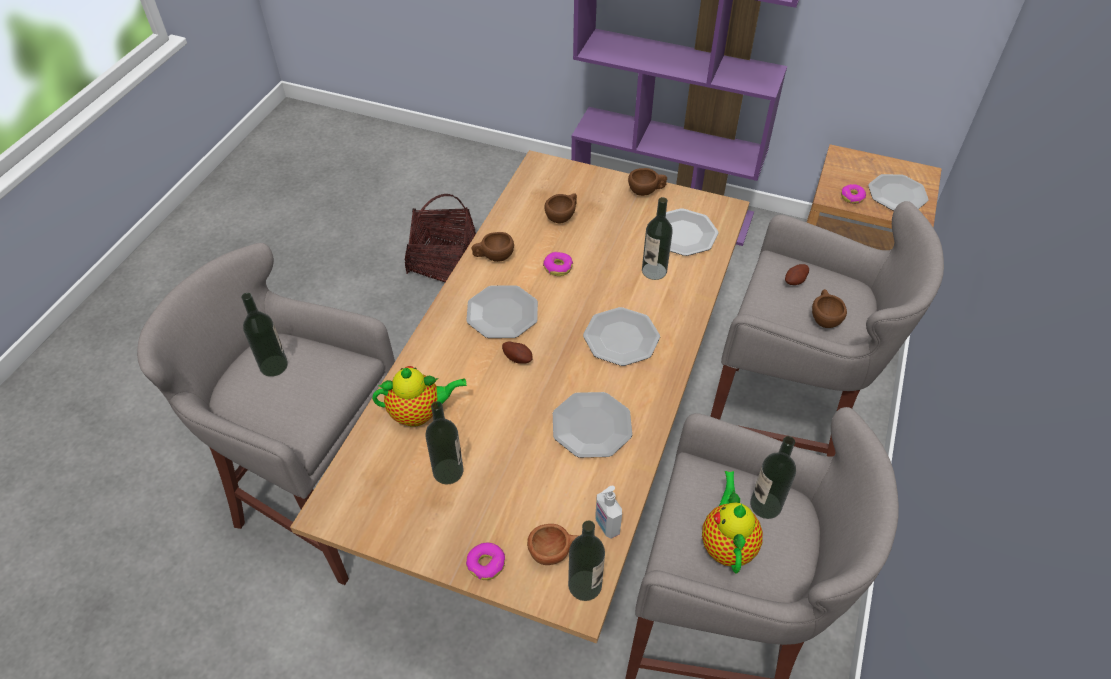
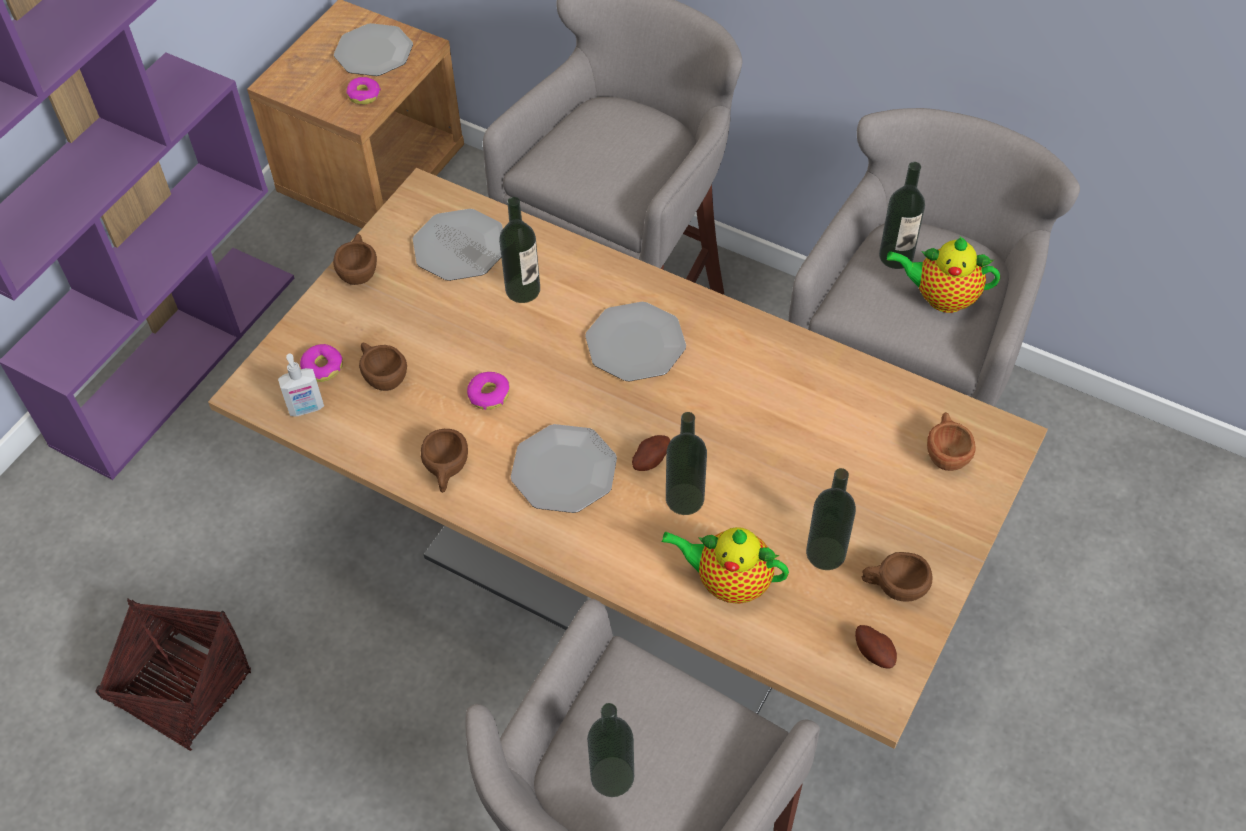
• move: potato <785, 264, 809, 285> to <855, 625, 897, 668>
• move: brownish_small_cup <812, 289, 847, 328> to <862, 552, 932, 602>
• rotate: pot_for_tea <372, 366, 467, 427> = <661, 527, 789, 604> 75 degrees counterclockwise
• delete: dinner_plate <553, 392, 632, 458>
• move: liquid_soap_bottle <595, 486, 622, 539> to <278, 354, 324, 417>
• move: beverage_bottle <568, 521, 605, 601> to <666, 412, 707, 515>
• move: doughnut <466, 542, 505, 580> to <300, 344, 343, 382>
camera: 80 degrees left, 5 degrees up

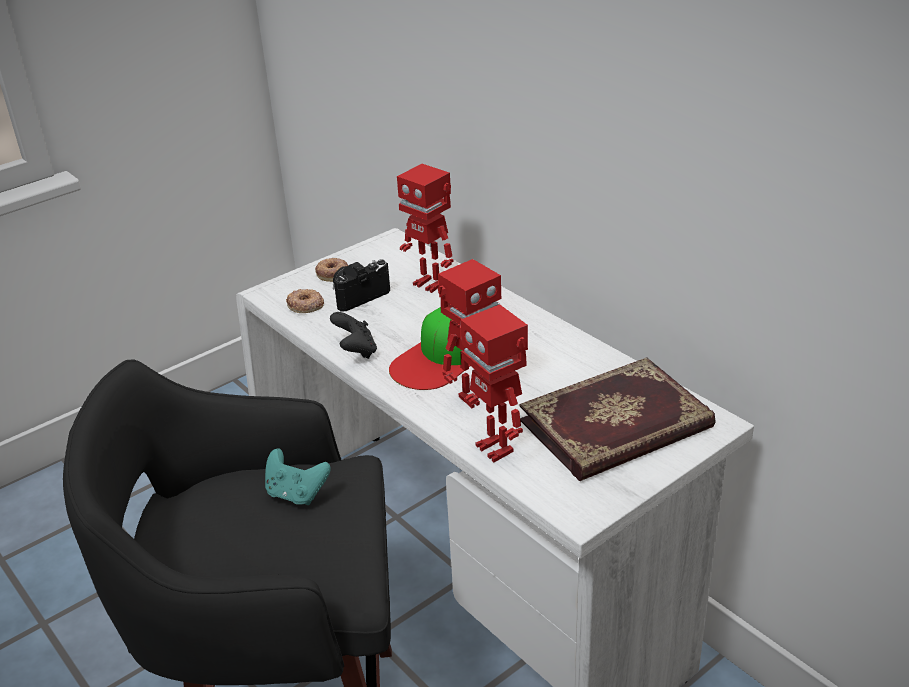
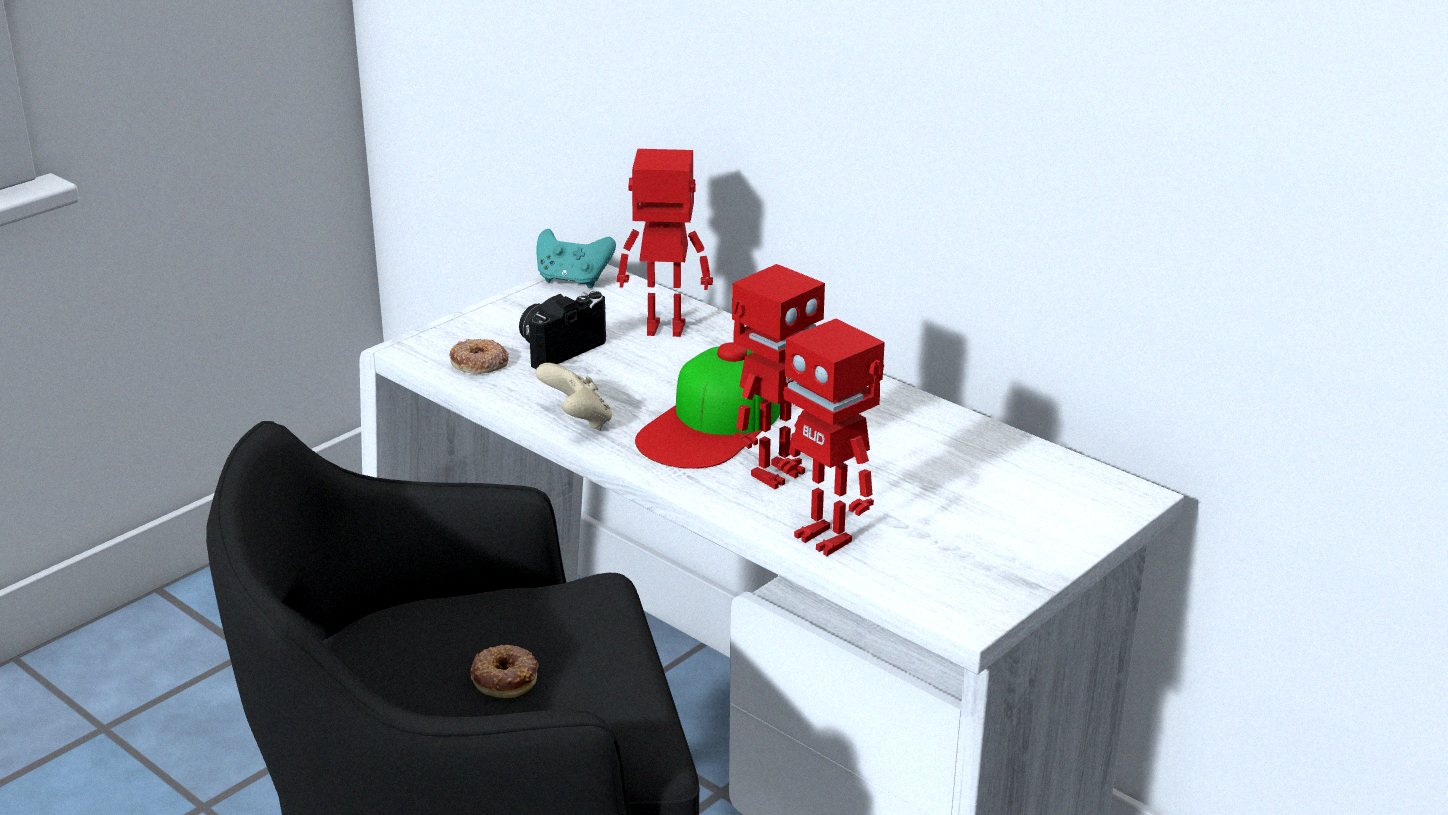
• rotate: robot_figure <397, 164, 453, 293> = <616, 149, 713, 337> 150 degrees clockwise
• move: doughnut <315, 258, 348, 282> to <471, 645, 538, 698>
• recolor: black-coloured_joypad <330, 312, 377, 359> to beige_joypad <536, 363, 612, 431>
• delete: bound_book <519, 357, 716, 481>
• move: turquoise_joypad <265, 448, 331, 505> to <537, 229, 616, 288>
camera: 10 degrees left, 5 degrees down

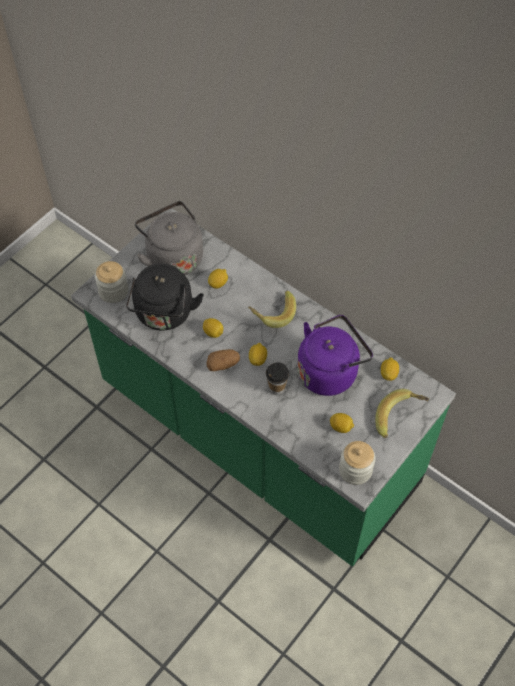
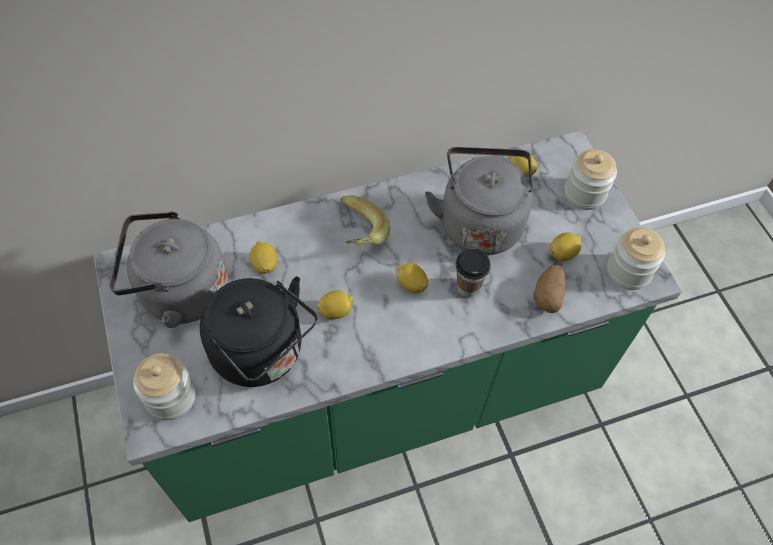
• recolor: purple_tea_kettle <297, 315, 373, 396> to grey_tea_kettle <425, 147, 533, 255>
• move: potato <206, 349, 240, 371> to <533, 265, 565, 313>
• replace: banana_fruit <375, 389, 429, 438> to storage_jar <565, 149, 617, 210>
camera: 60 degrees left, 0 degrees up

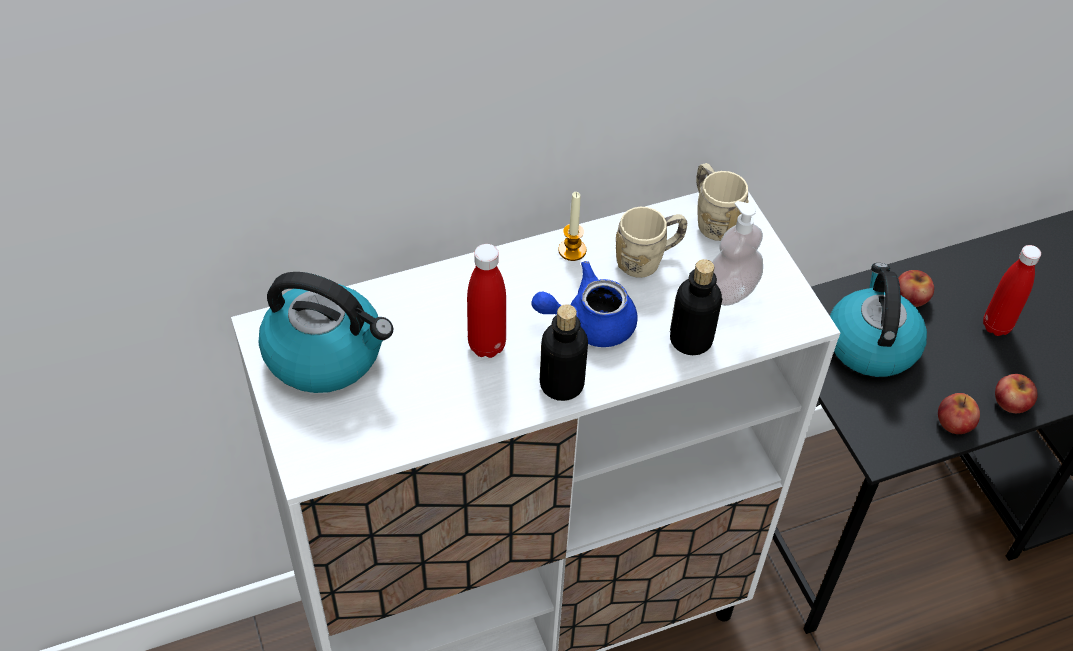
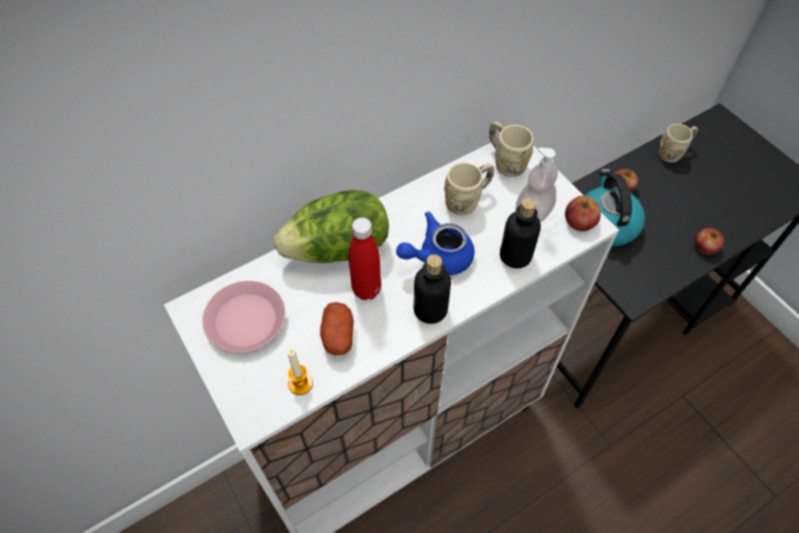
• move: wax_light <558, 192, 586, 261> to <287, 349, 313, 395>
• delete: red-coloured_beverage_bottle <983, 245, 1041, 336>
• replace: tea_kettle <259, 272, 393, 393> to pink_dinner_plate <202, 281, 285, 353>
• move: apple <938, 393, 980, 434> to <565, 196, 601, 231>
• insert: beige_mug <659, 124, 699, 163>
• insert: lettuce <274, 190, 389, 263>
• insert: potato <320, 302, 354, 355>
camera: 10 degrees left, 5 degrees up

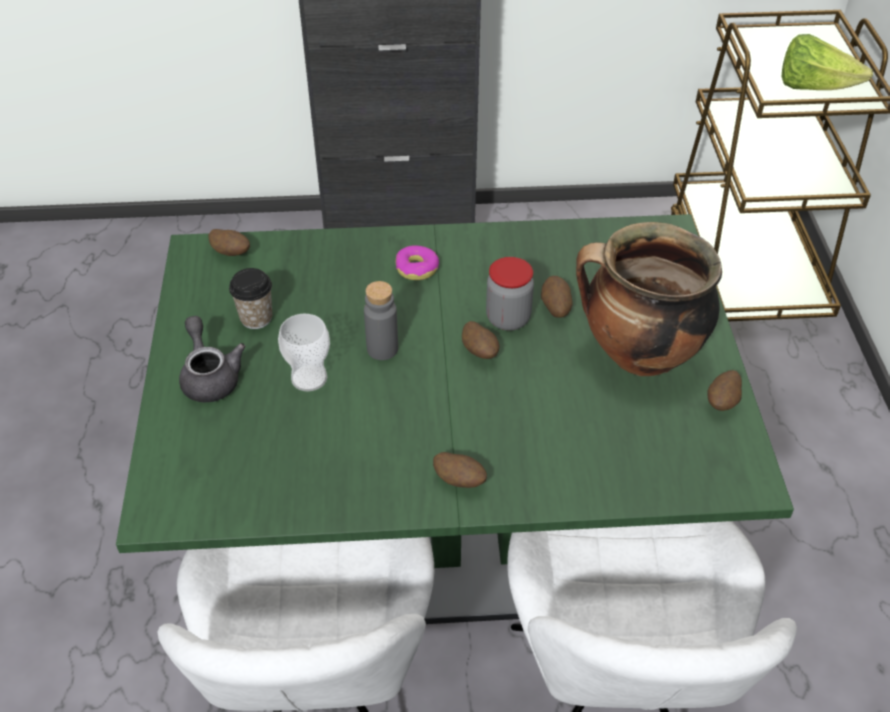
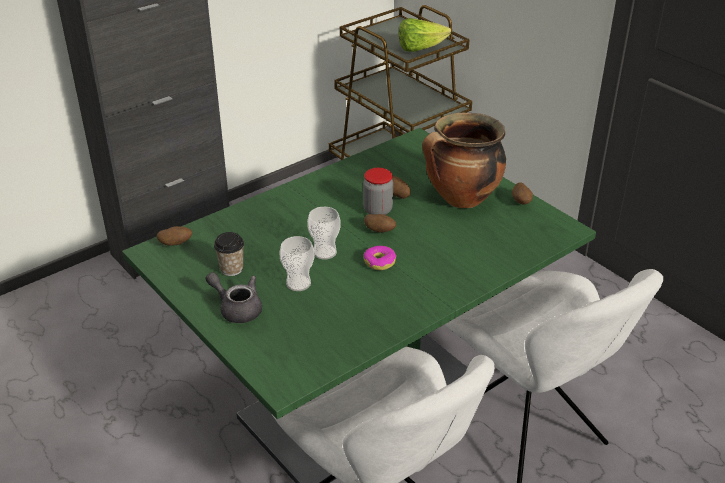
• move: doughnut <396, 245, 439, 280> to <363, 246, 396, 270>
• replace: grey_beverage_bottle <364, 281, 398, 360> to small_cup <307, 207, 341, 259>
• delete: potato <433, 452, 487, 488>
camera: 35 degrees left, 10 degrees down

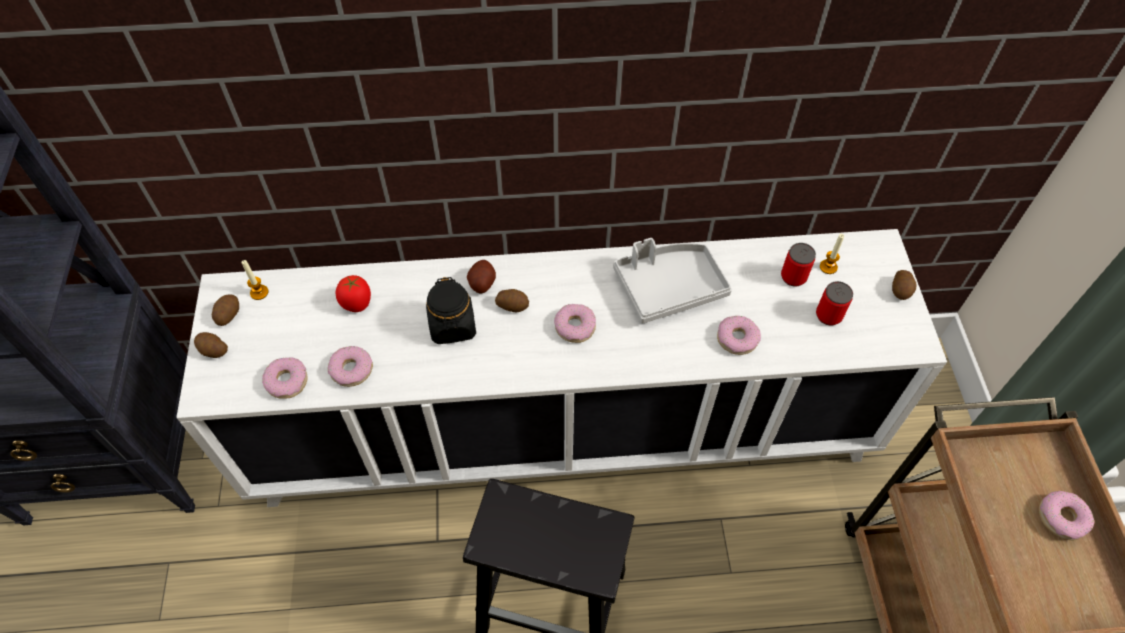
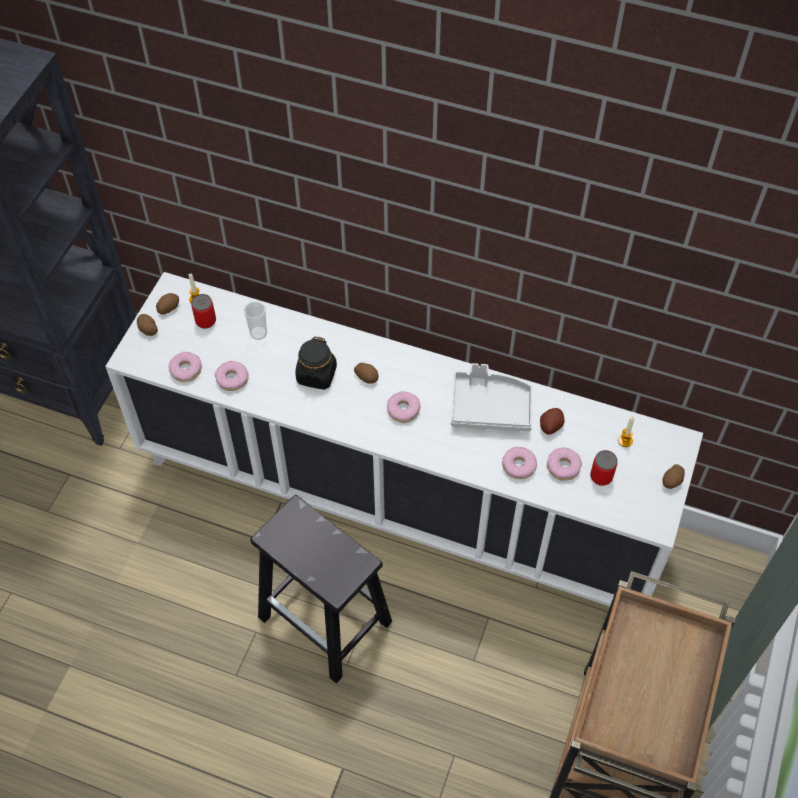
• move: sealed_can <781, 243, 816, 286> to <191, 294, 216, 329>
• move: potato <467, 260, 496, 293> to <540, 408, 565, 435>
• replace: fresh_tomato <336, 275, 371, 312> to small_cup <244, 301, 267, 340>
• move: doughnut <1039, 491, 1094, 540> to <547, 448, 582, 480>
camera: 25 degrees right, 0 degrees up

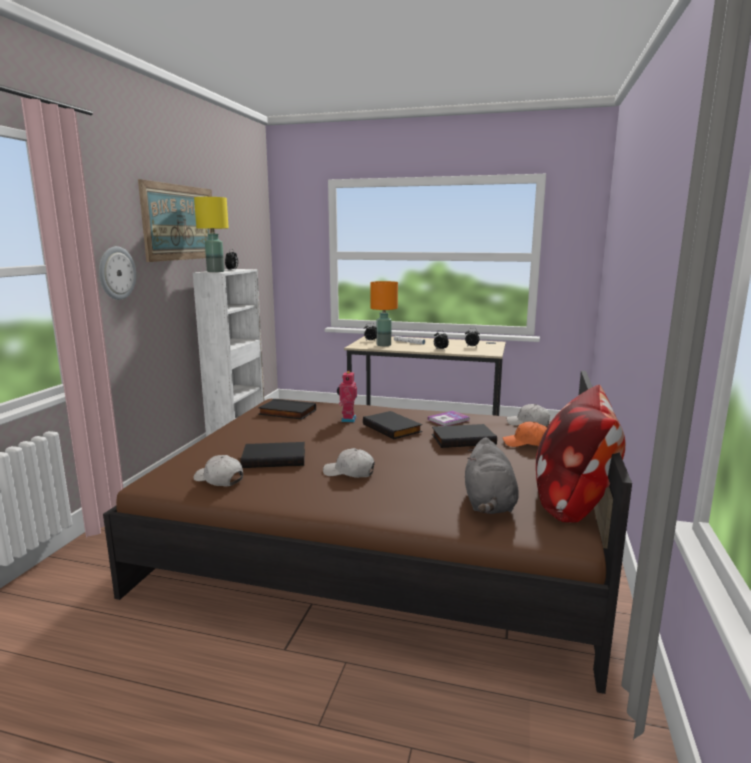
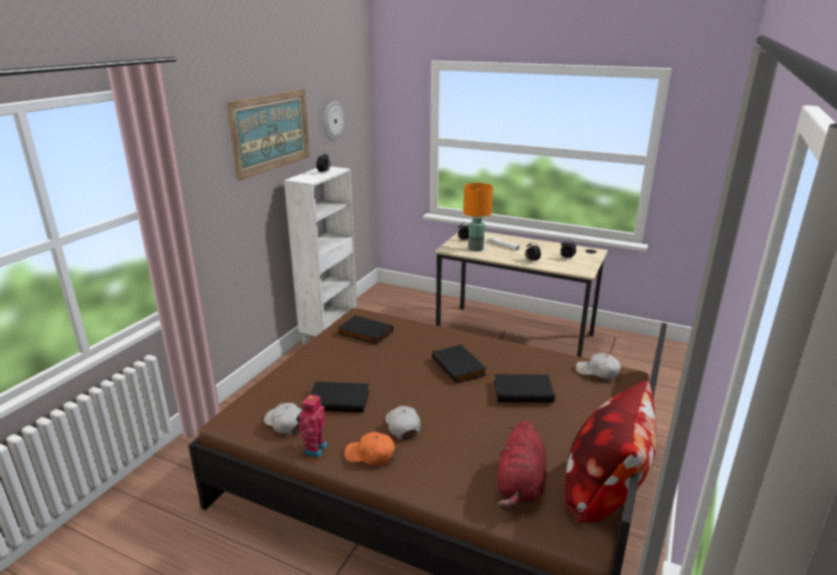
• delete: yellowish_lamp_for_a_table <194, 197, 229, 272>
• move: hanging_clock <99, 246, 136, 300> to <323, 101, 345, 141>
• move: robot_figure <337, 370, 357, 422> to <297, 393, 328, 457>
• delete: bound_book <428, 411, 469, 426>
• move: orangey_cap <503, 421, 547, 447> to <344, 431, 396, 466>
• recolor: grey_cuddly_toy <465, 437, 519, 514> to red-coloured_cuddly_toy <497, 420, 547, 509>
• rotate: white-coloured_cap <323, 448, 375, 478> = <385, 406, 421, 440> 45 degrees clockwise
camera: 10 degrees right, 10 degrees up

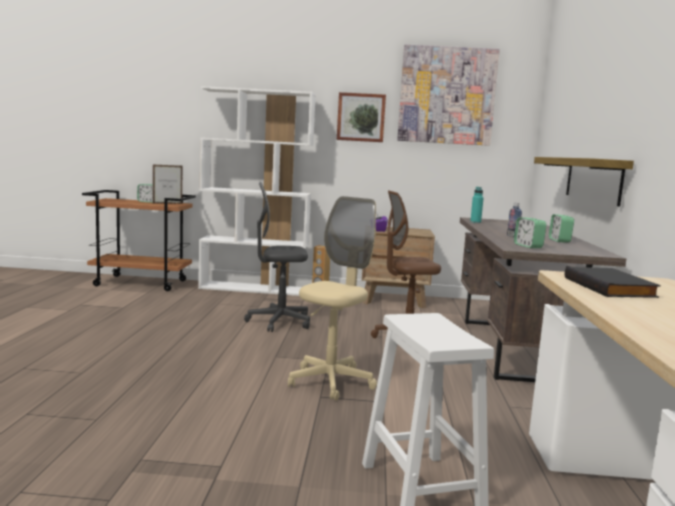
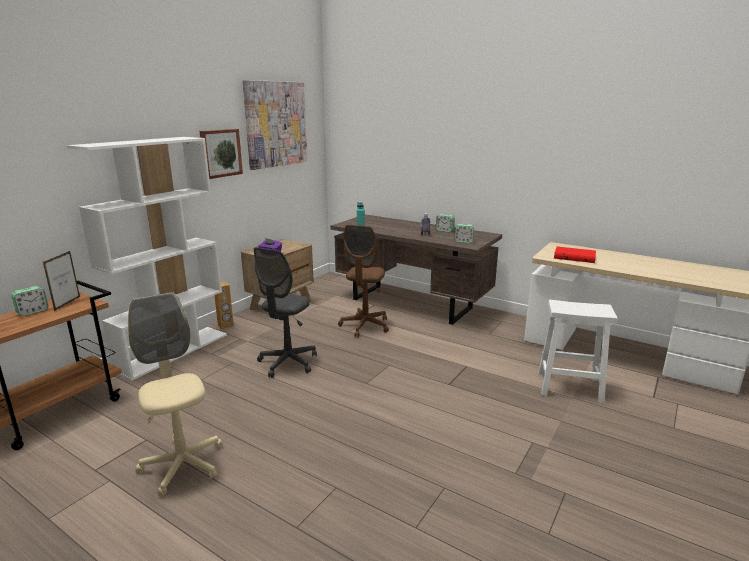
• delete: shelf <534, 157, 634, 207>
• move: beige_computer_chair <288, 196, 377, 401> to <128, 292, 223, 497>
• recolor: black-coloured_bound_book <565, 266, 661, 298> to red-coloured_bound_book <554, 246, 596, 263>
camera: 60 degrees left, 10 degrees up

